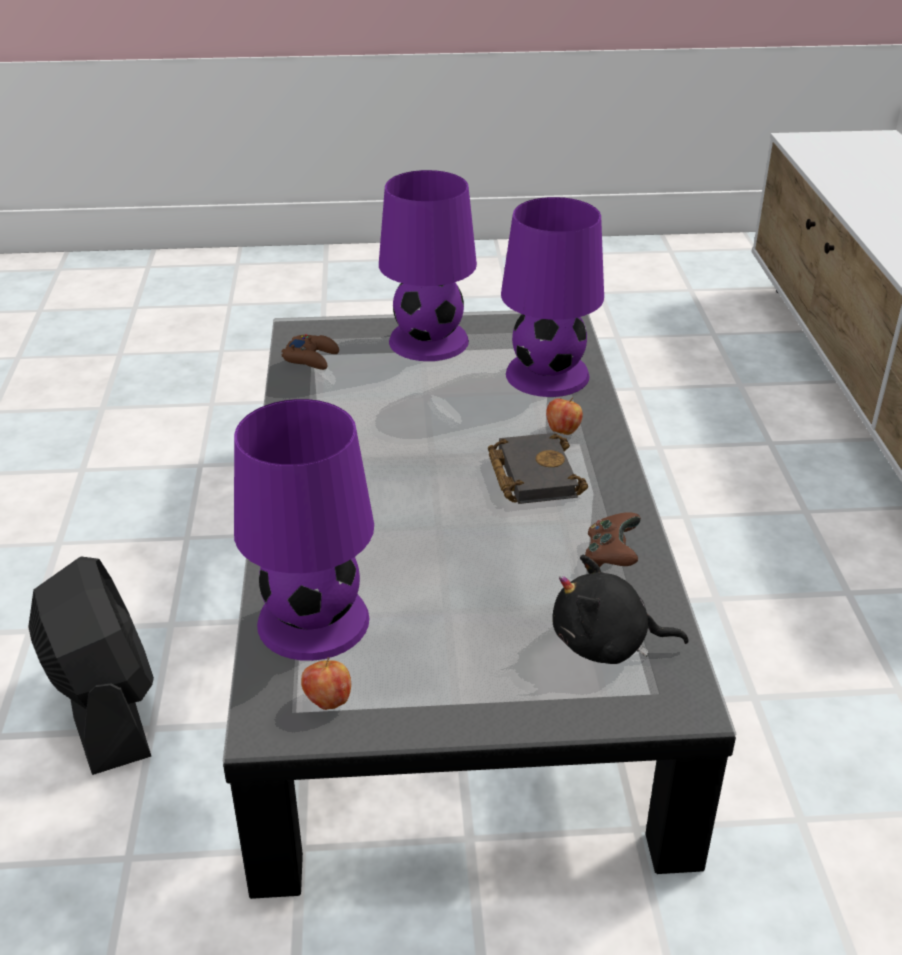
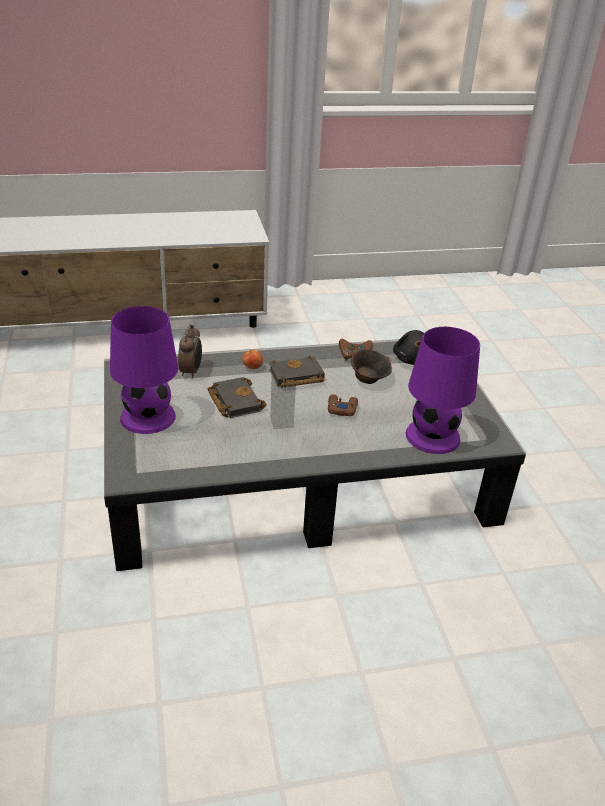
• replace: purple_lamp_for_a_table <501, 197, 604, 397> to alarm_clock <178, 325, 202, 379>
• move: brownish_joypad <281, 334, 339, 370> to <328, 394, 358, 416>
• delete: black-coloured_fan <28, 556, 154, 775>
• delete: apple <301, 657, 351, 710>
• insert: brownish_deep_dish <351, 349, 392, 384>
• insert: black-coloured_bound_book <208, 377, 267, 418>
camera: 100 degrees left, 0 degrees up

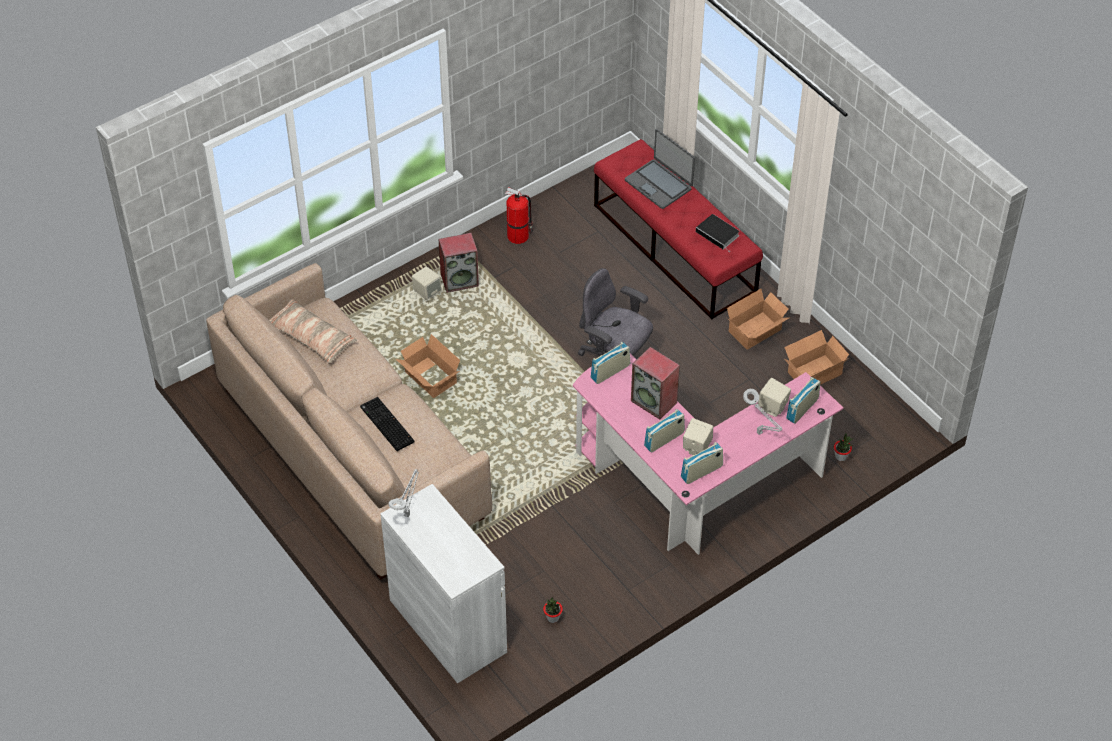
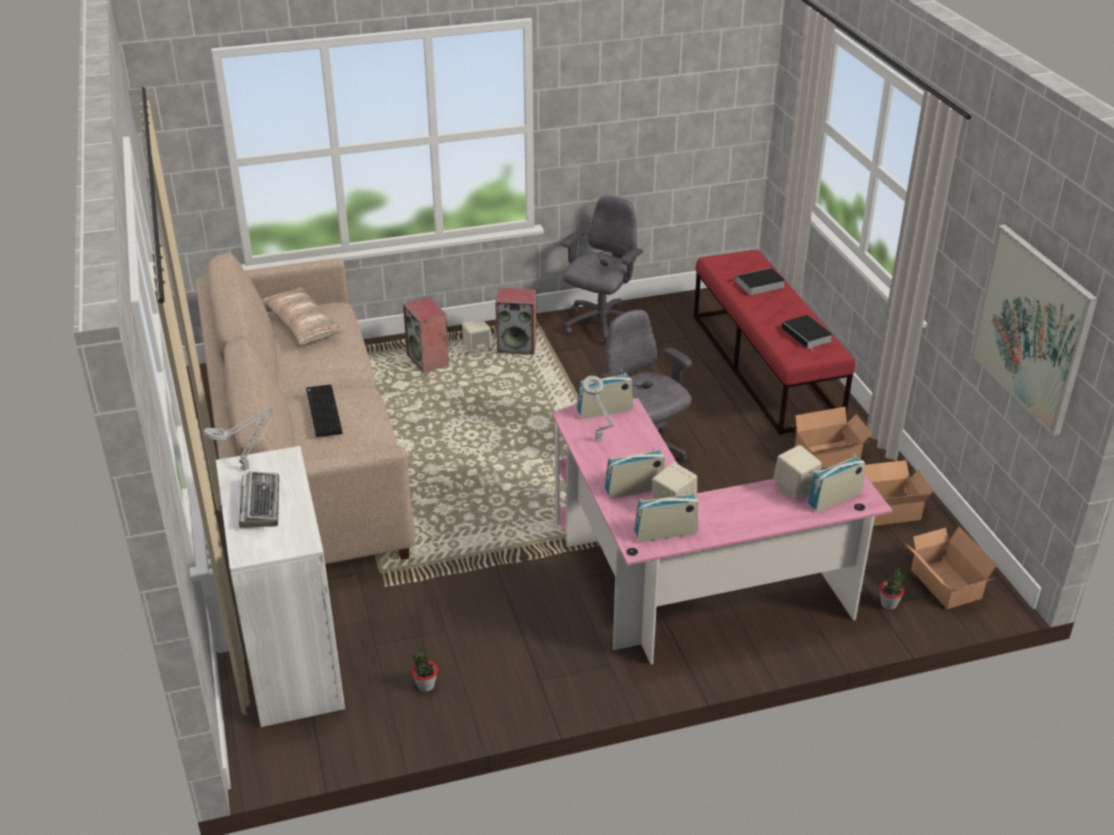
• replace: notebook_computer <625, 129, 695, 209> to bound_book <730, 268, 786, 295>
• replace: extinguisher <505, 187, 533, 244> to grey_computer_chair <561, 195, 643, 343>
• move: cardboard_box <396, 334, 460, 398> to <906, 526, 997, 609>
• move: speaker <631, 347, 680, 419> to <403, 297, 449, 373>
• move: grey_lamp_for_a_table <743, 389, 783, 435> to <582, 376, 615, 442>
• insert: picture <970, 224, 1098, 436>
• insert: computer_keyboard <239, 471, 279, 528>
camera: 20 degrees right, 15 degrees down

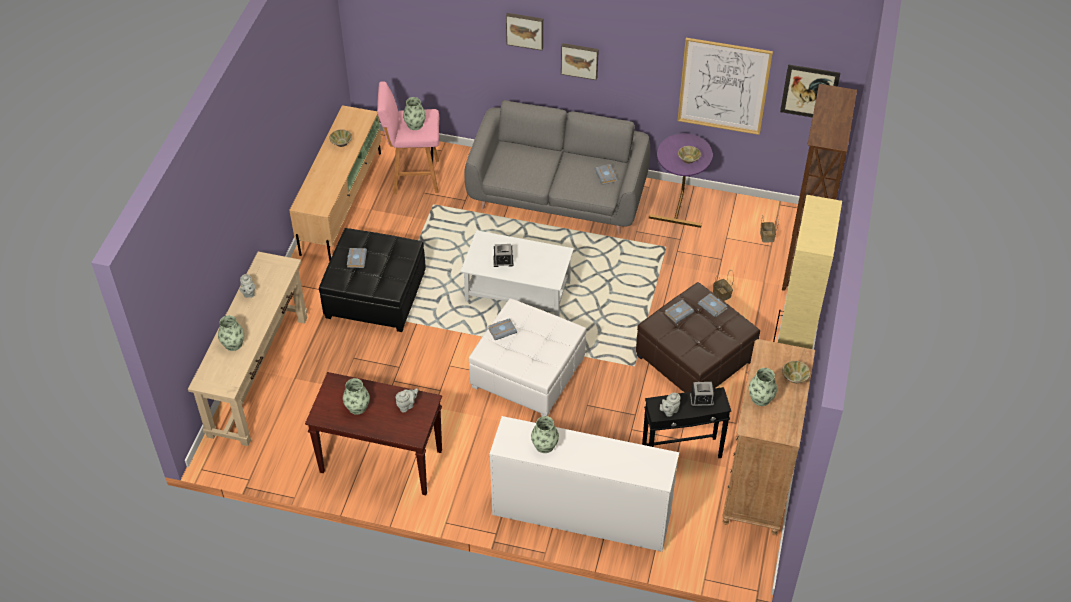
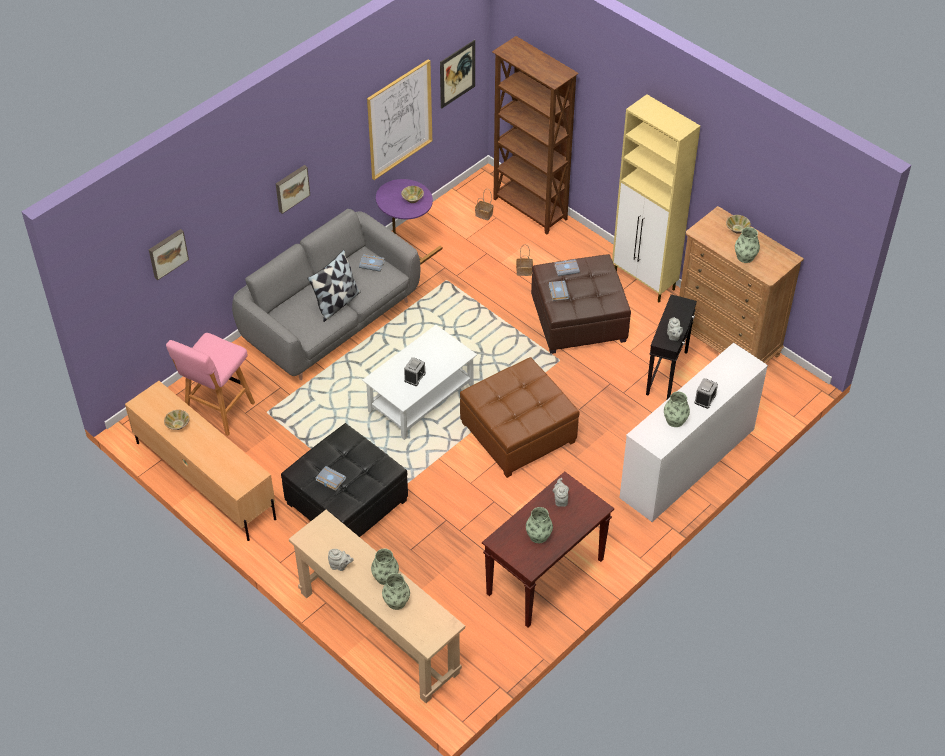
• move: picture <506, 13, 543, 51> to <149, 229, 189, 280>
• move: flower_vase <403, 97, 426, 130> to <371, 548, 399, 585>
• recolor: white-coloured_pouffe <469, 298, 586, 417> to brownish_pouffe <460, 357, 579, 478>
• delete: grey_bound_book <488, 318, 517, 340>
• move: alarm_clock <690, 382, 714, 407> to <694, 378, 718, 409>
• insert: cushion <307, 250, 361, 322>
camera: 60 degrees left, 0 degrees up

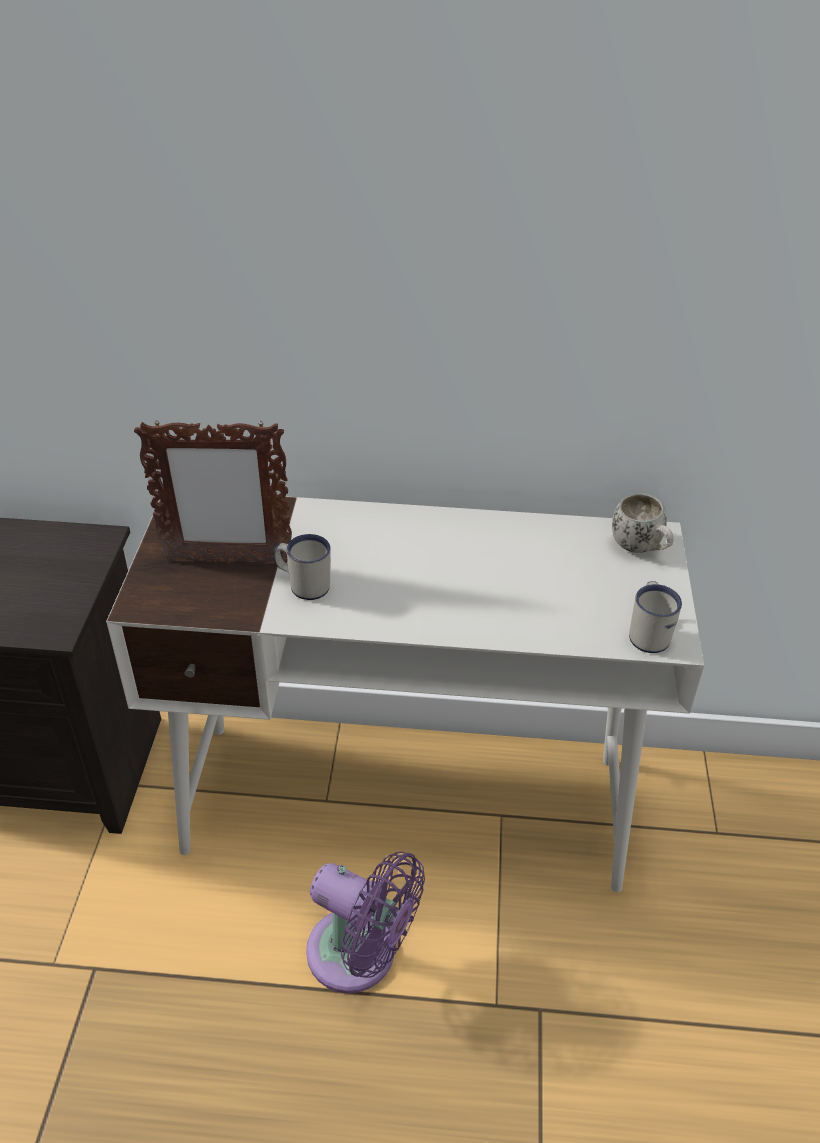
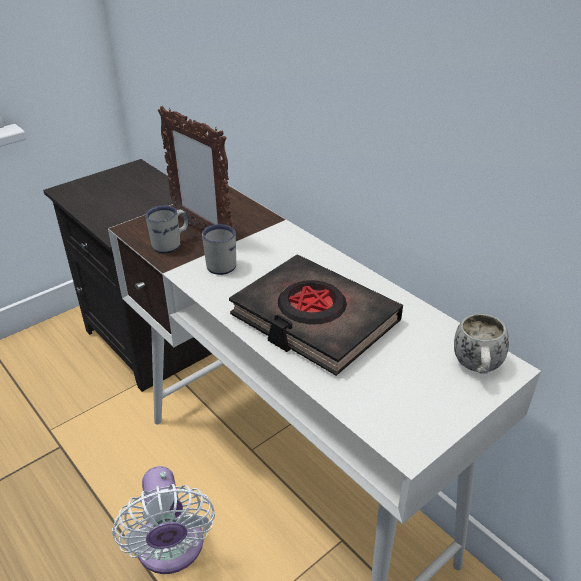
• move: white-coloured_mug <629, 582, 682, 653> to <145, 205, 189, 253>
• recolor: purple_fan <306, 852, 425, 993> to white-coloured_fan <112, 466, 215, 574>
• insert: black-coloured_bound_book <229, 255, 403, 376>
camera: 45 degrees right, 5 degrees down

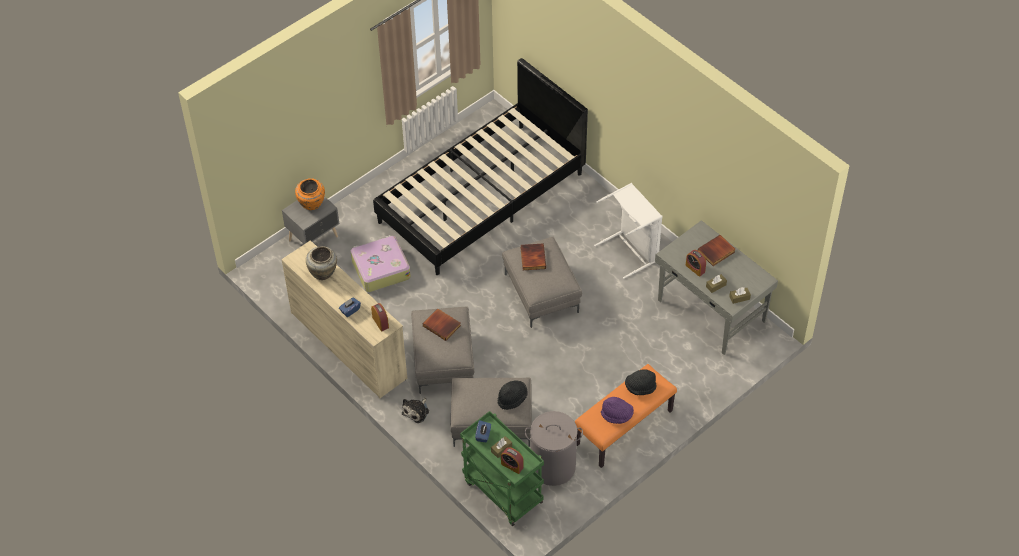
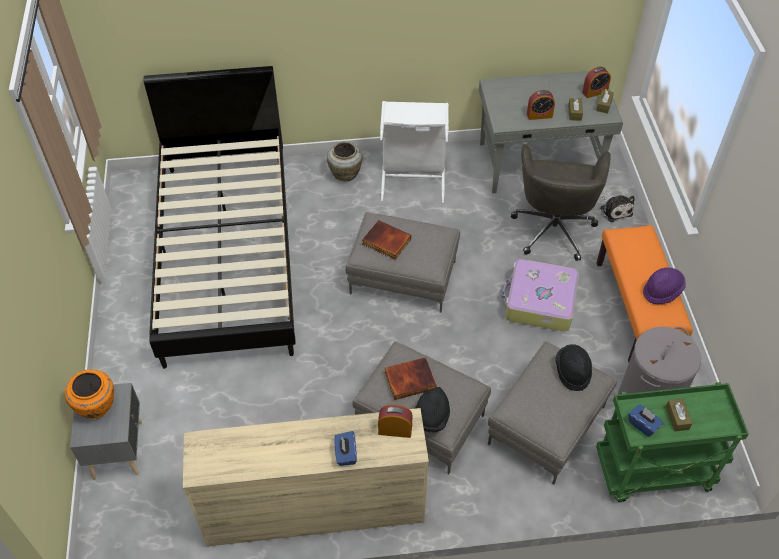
• move: suitcase <351, 235, 411, 292> to <501, 259, 579, 331>
• delete: bound_book <698, 235, 735, 266>
• move: beige_flower_vase <306, 246, 337, 280> to <327, 142, 362, 182>
• move: black-coloured_hat <625, 369, 656, 395> to <415, 387, 450, 433>
• move: cuddly_toy <402, 398, 429, 423> to <600, 195, 635, 222>
• move: alarm_clock <501, 447, 524, 474> to <582, 67, 611, 98>
• insert: grey_computer_chair <511, 144, 611, 261>
camera: 55 degrees left, 0 degrees up

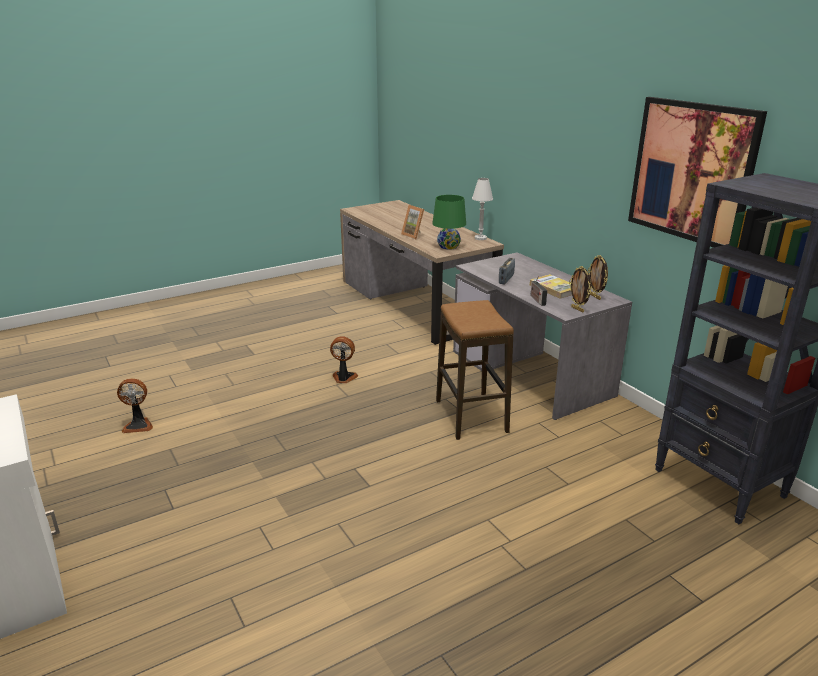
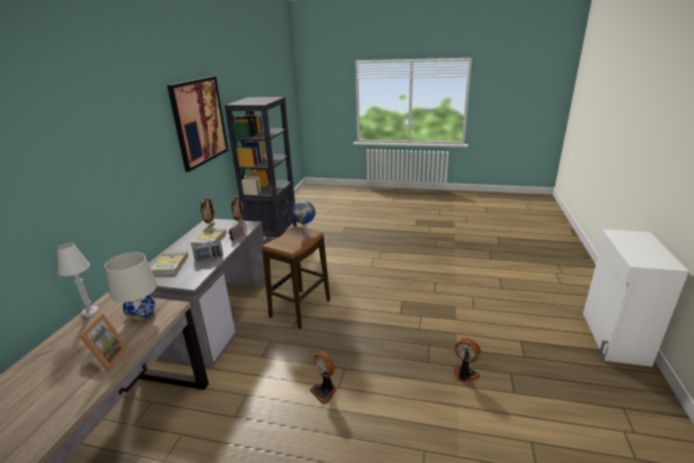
• recolor: green_lamp_for_a_table <432, 195, 466, 250> to white-coloured_lamp_for_a_table <105, 252, 157, 321>
• move: fan <117, 378, 153, 433> to <454, 338, 481, 384>
• insert: world_globe <292, 201, 315, 233>
• insert: bound_book <151, 251, 189, 275>
camera: 135 degrees left, 0 degrees up

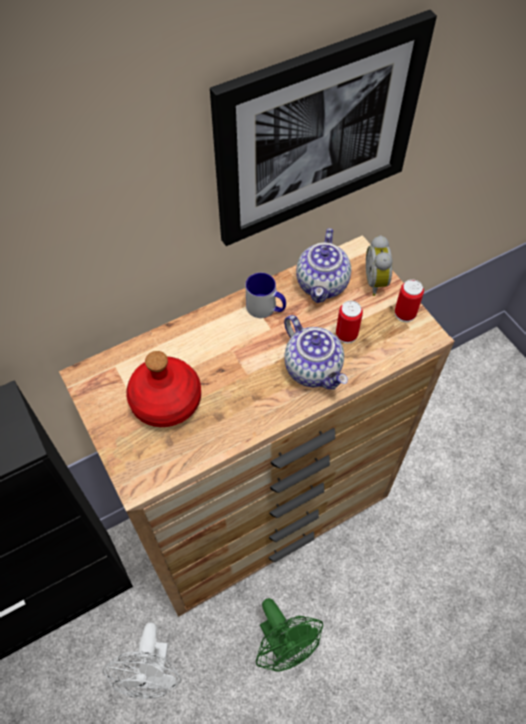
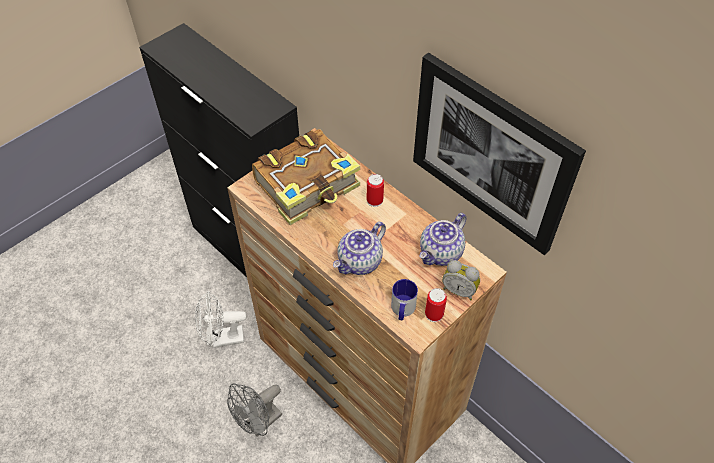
• rotate: pot_for_tea <296, 228, 351, 303> = <420, 213, 467, 266> 45 degrees counterclockwise
• rotate: alarm_clock <366, 235, 393, 296> = <442, 260, 480, 300> 135 degrees counterclockwise
• move: mug <245, 273, 286, 318> to <391, 279, 418, 320>
• move: sealed_can <336, 301, 363, 343> to <367, 174, 384, 207>
• replace: red-coloured_beverage_bottle <126, 351, 201, 427> to bound_book <252, 129, 360, 225>
• recolor: green_fan <256, 598, 323, 672> to grey_fan <227, 384, 282, 436>
camera: 75 degrees right, 5 degrees down

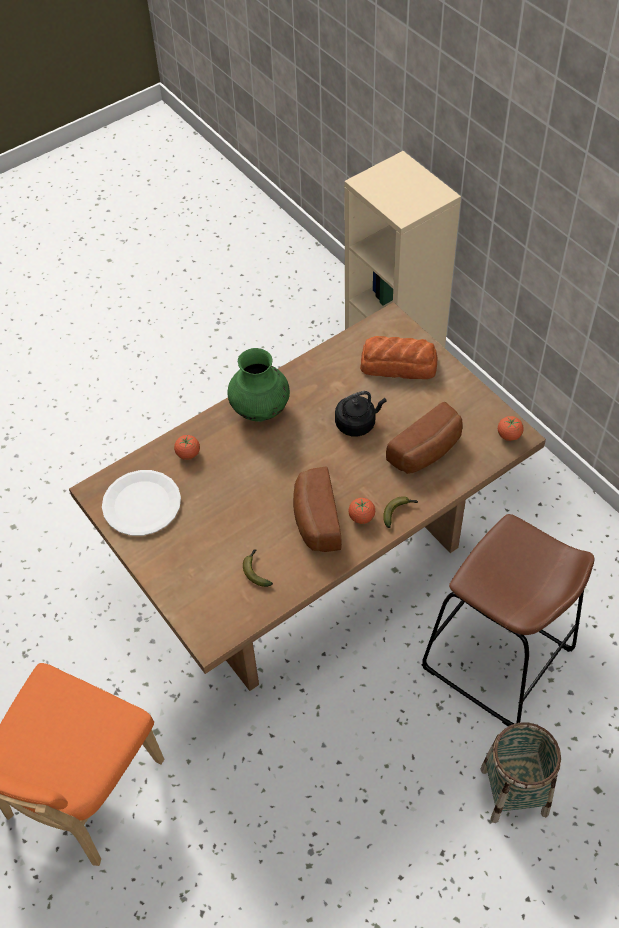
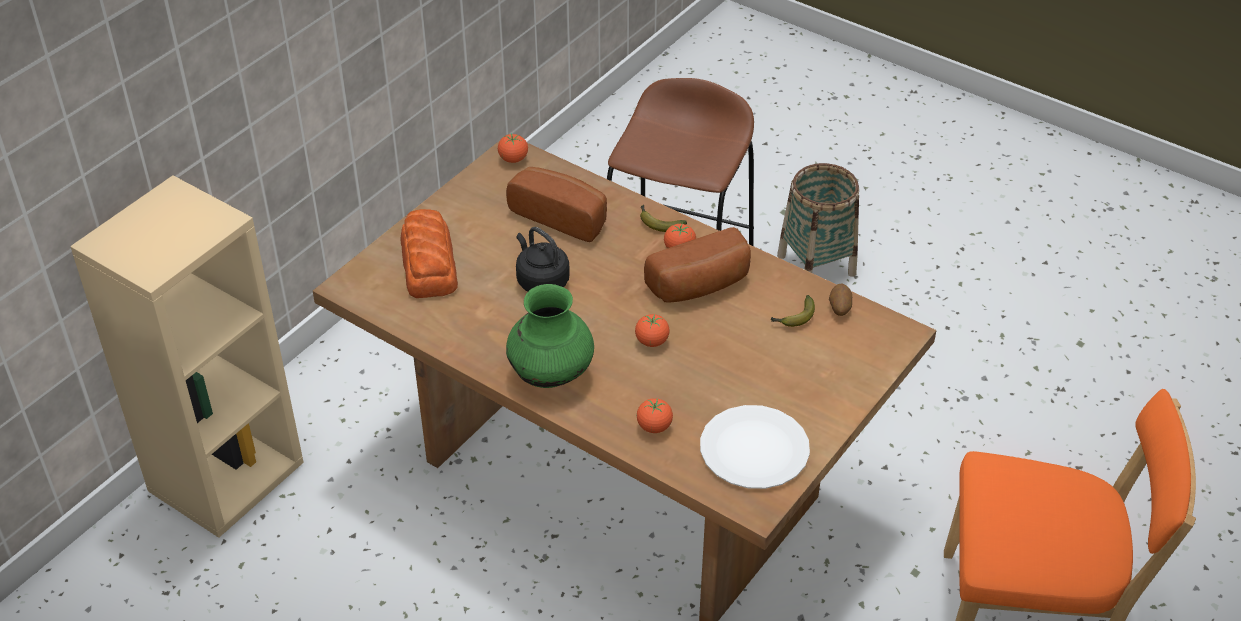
• insert: potato <829, 283, 852, 316>
• insert: fresh_tomato <635, 314, 670, 347>
camera: 110 degrees left, 10 degrees down

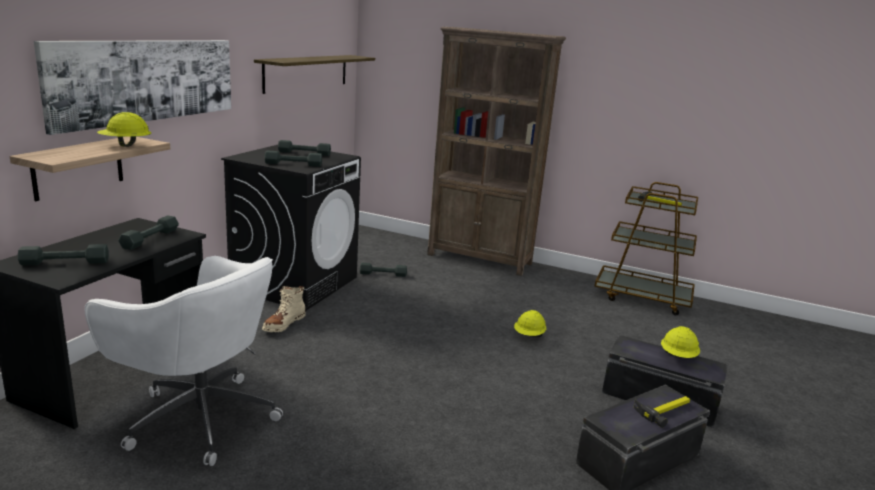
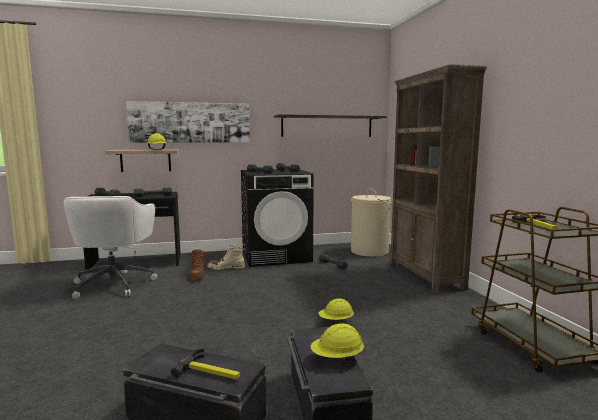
• insert: beige_laundry_basket <351, 188, 393, 257>
• insert: brownish_tall_boot <189, 249, 205, 279>
camera: 55 degrees right, 10 degrees down

